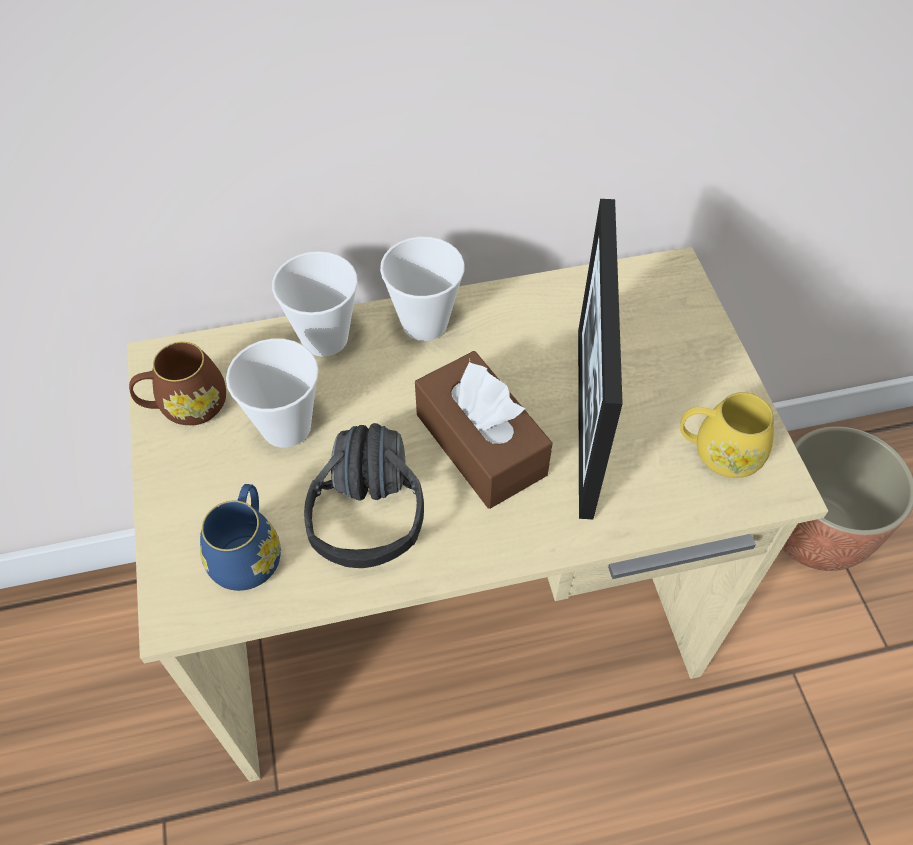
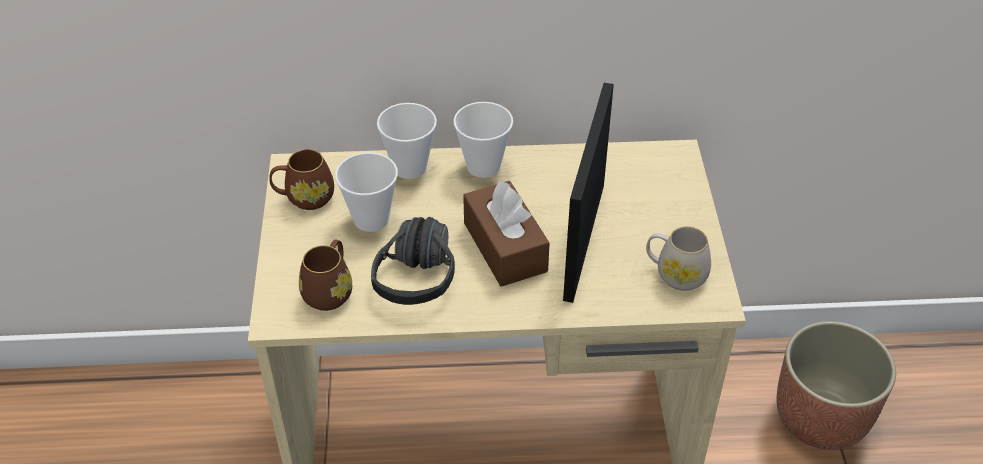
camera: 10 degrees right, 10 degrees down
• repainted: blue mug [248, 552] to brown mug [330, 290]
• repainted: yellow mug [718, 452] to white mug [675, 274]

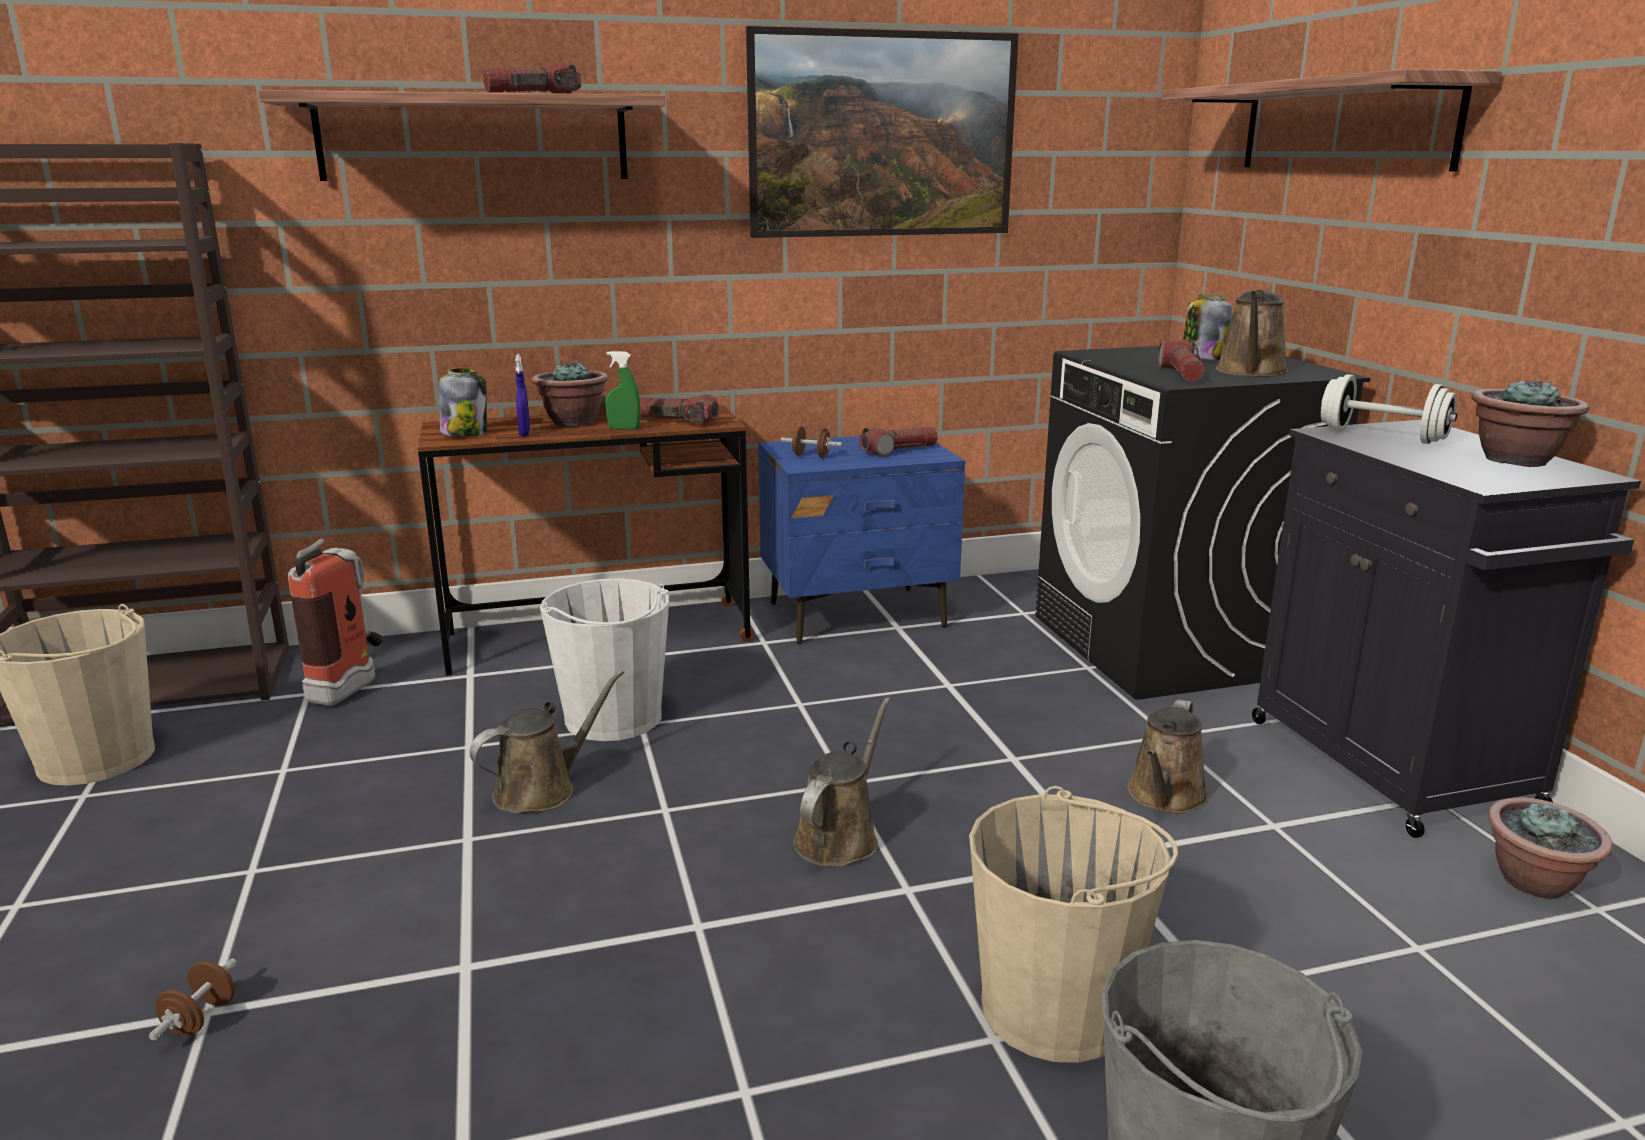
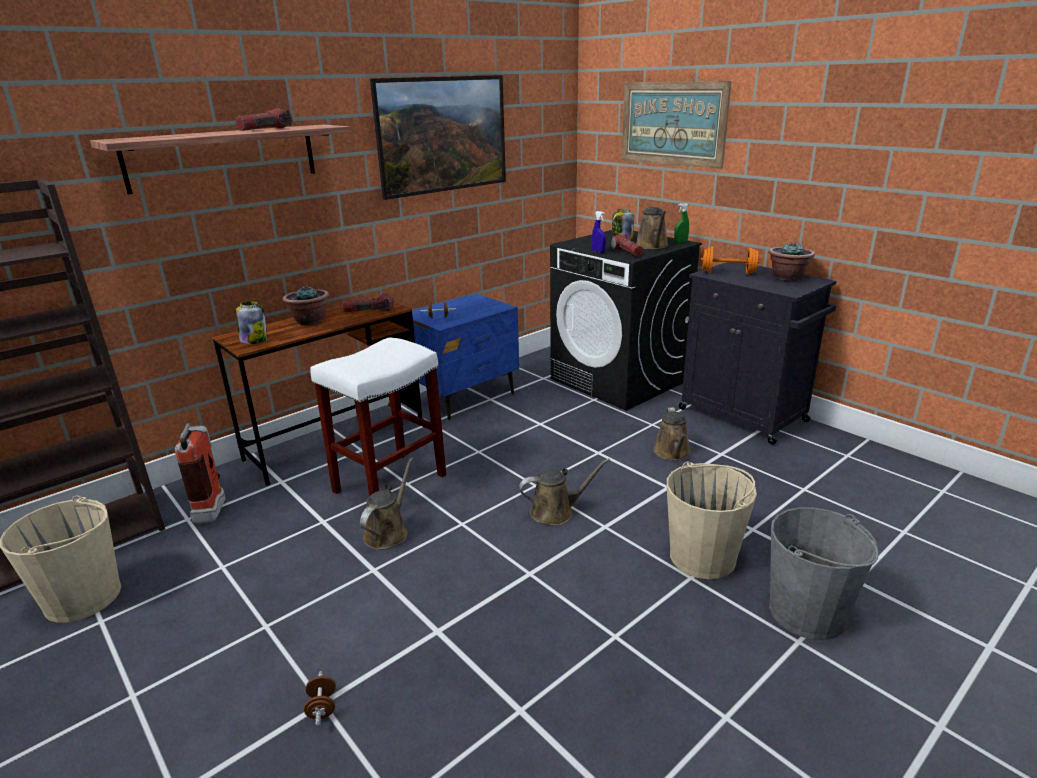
camera: 25 degrees left, 5 degrees up
• shifted: blue spray bottle [524, 433] to [598, 252]
• swapped: white bucket [613, 718] to white stool [389, 484]
• shifted: green spray bottle [624, 429] to [680, 242]
• rotated: brown watering can [840, 838] = [556, 512] 75 degrees clockwise
• gone: flashlight [899, 450]
• swapped: shelf [1345, 126] to picture [672, 123]
• repainted: white dumbbell [1382, 436] to orange dumbbell [728, 273]
• gone: potted plant [1535, 883]

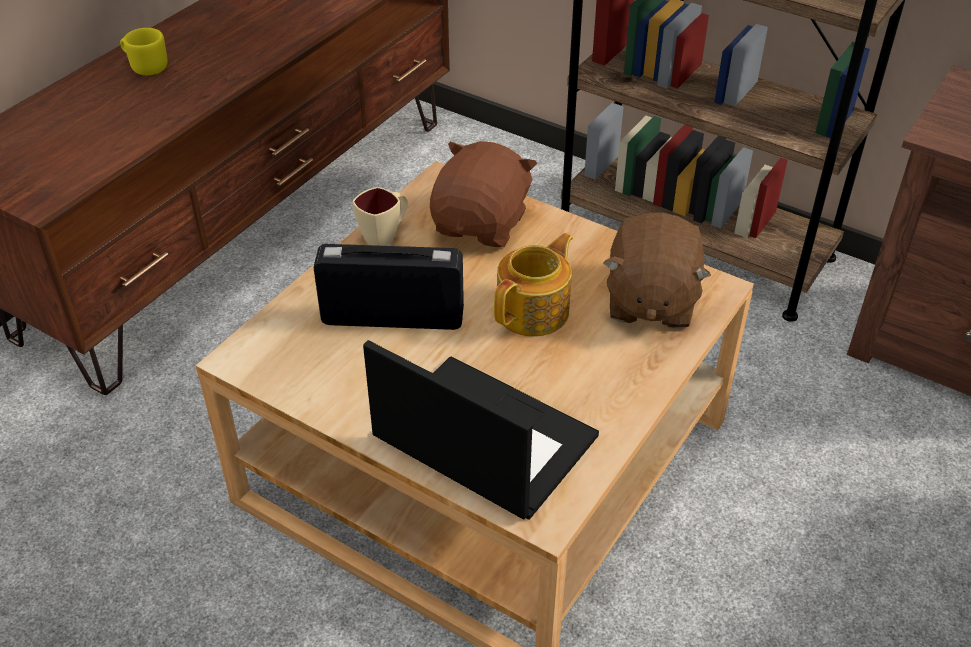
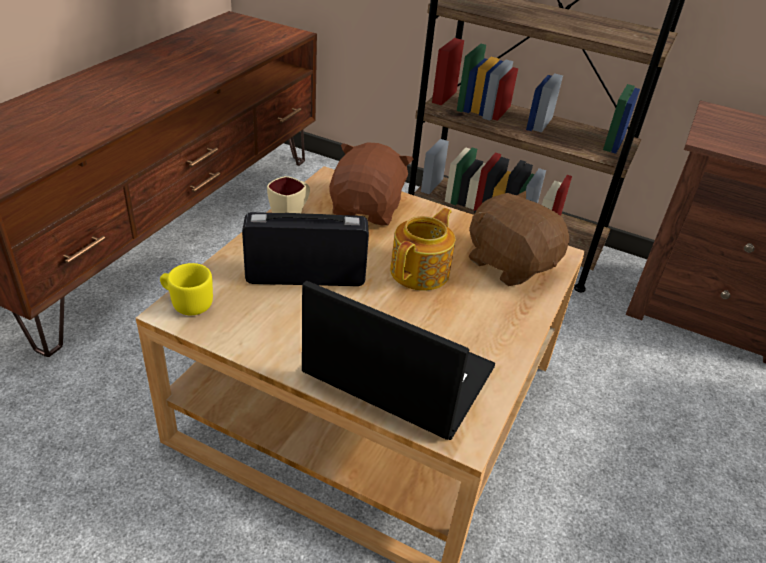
camera: 10 degrees left, 5 degrees down
• shifted: yellow mug [146, 67] to [187, 303]
• rotated: brown plush toy [650, 301] = [510, 263] 135 degrees clockwise

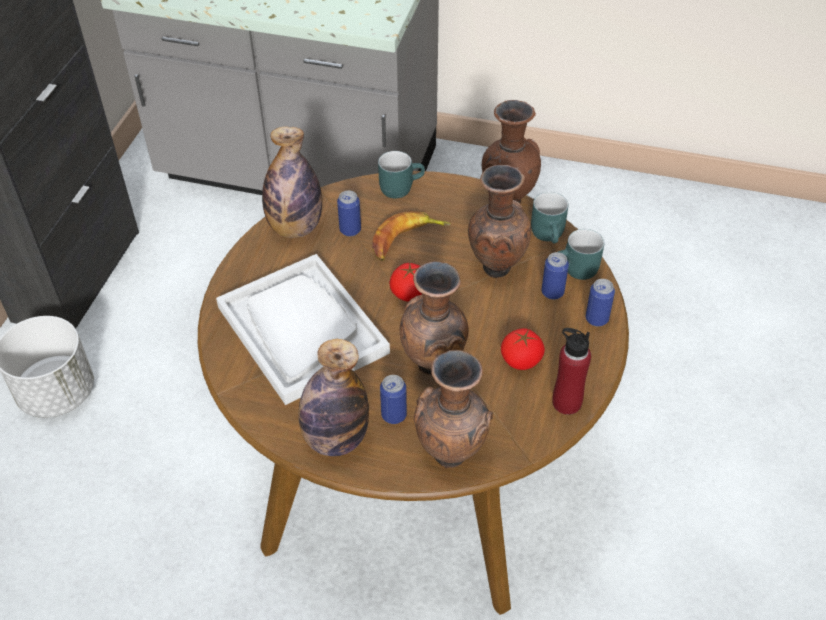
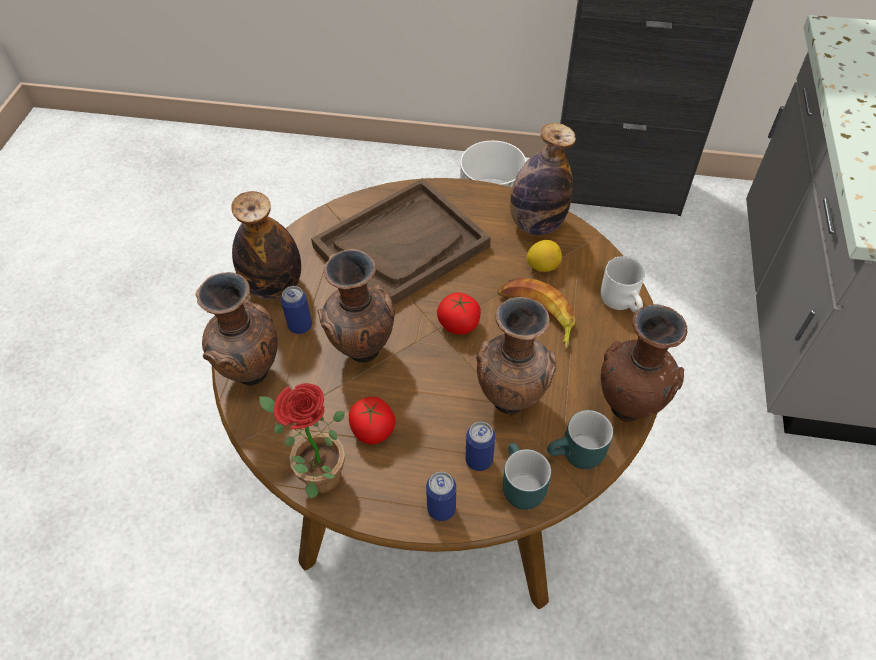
camera: 85 degrees right, 5 degrees up
• repainted: white tray [301, 329] to brown tray [401, 247]
• swapped: can [350, 230] to lemon [543, 266]
• repainted: turquoise mug [400, 186] to white mug [623, 301]
• swapped: red bottle [566, 402] to potted plant [315, 475]

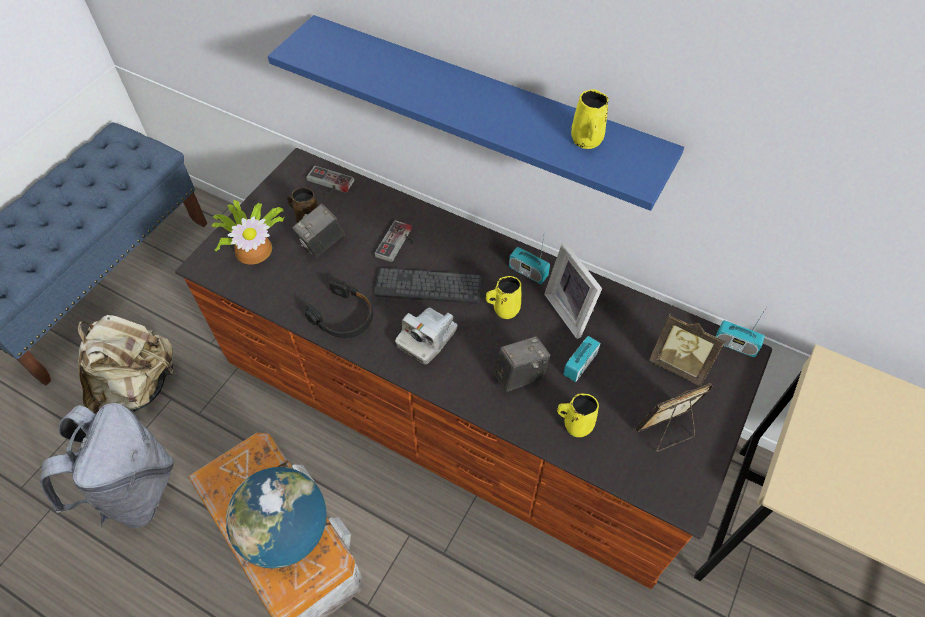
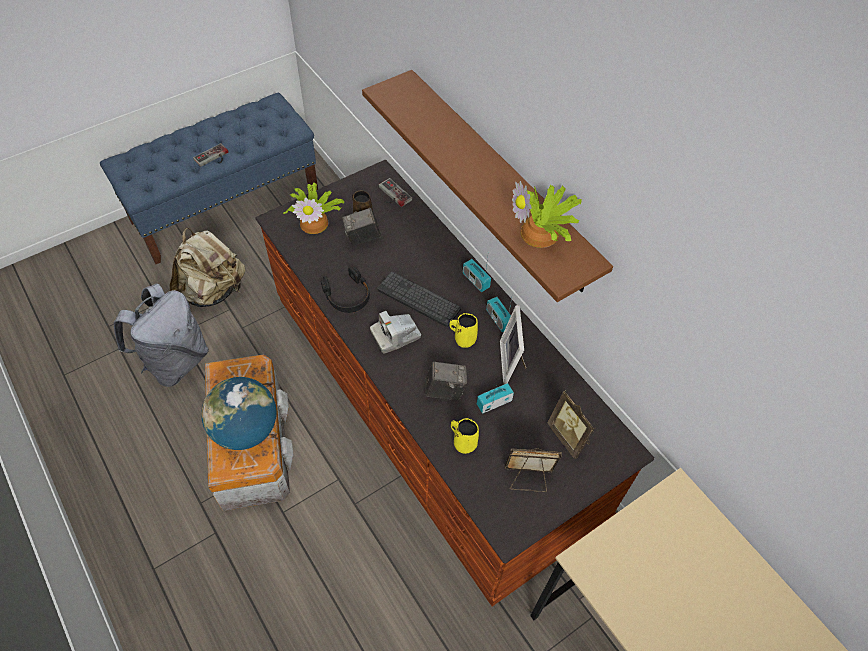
camera: 25 degrees right, 0 degrees up
• repainted: blue shelf [483, 107] to brown shelf [499, 180]
• shifted: game controller [398, 244] to [213, 158]
• swapped: yellow mug [586, 141] to potted plant [542, 233]
• shifted: radio [735, 345] to [476, 280]

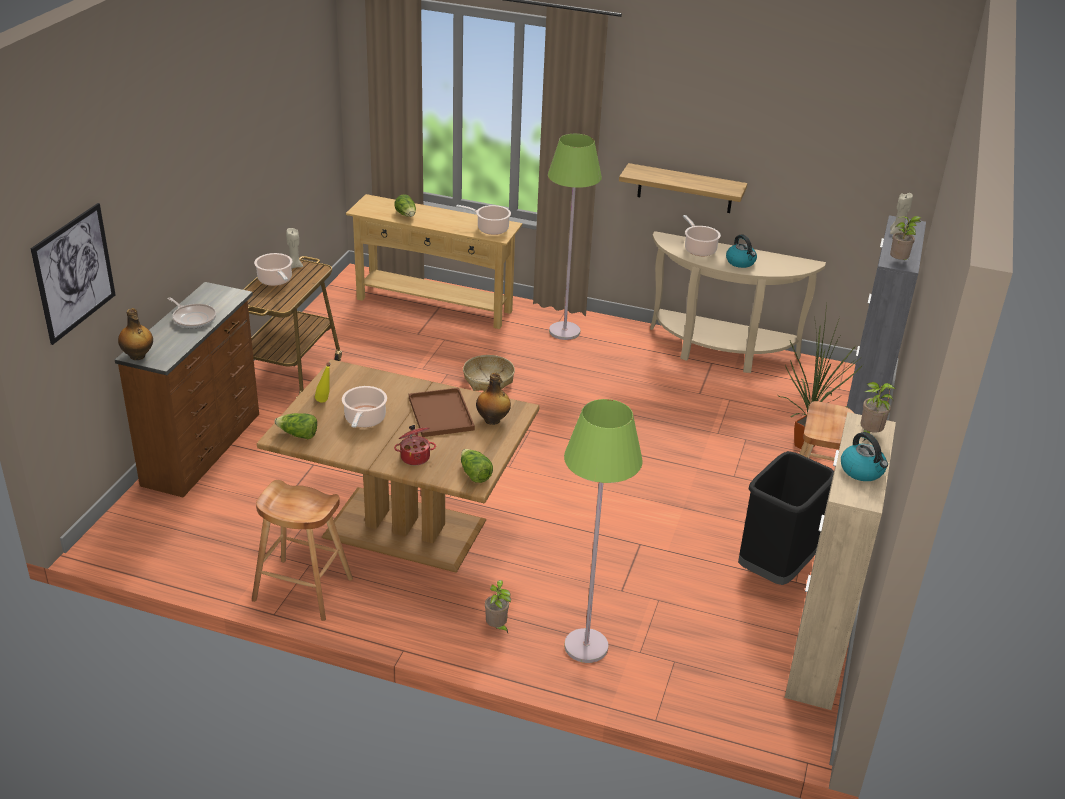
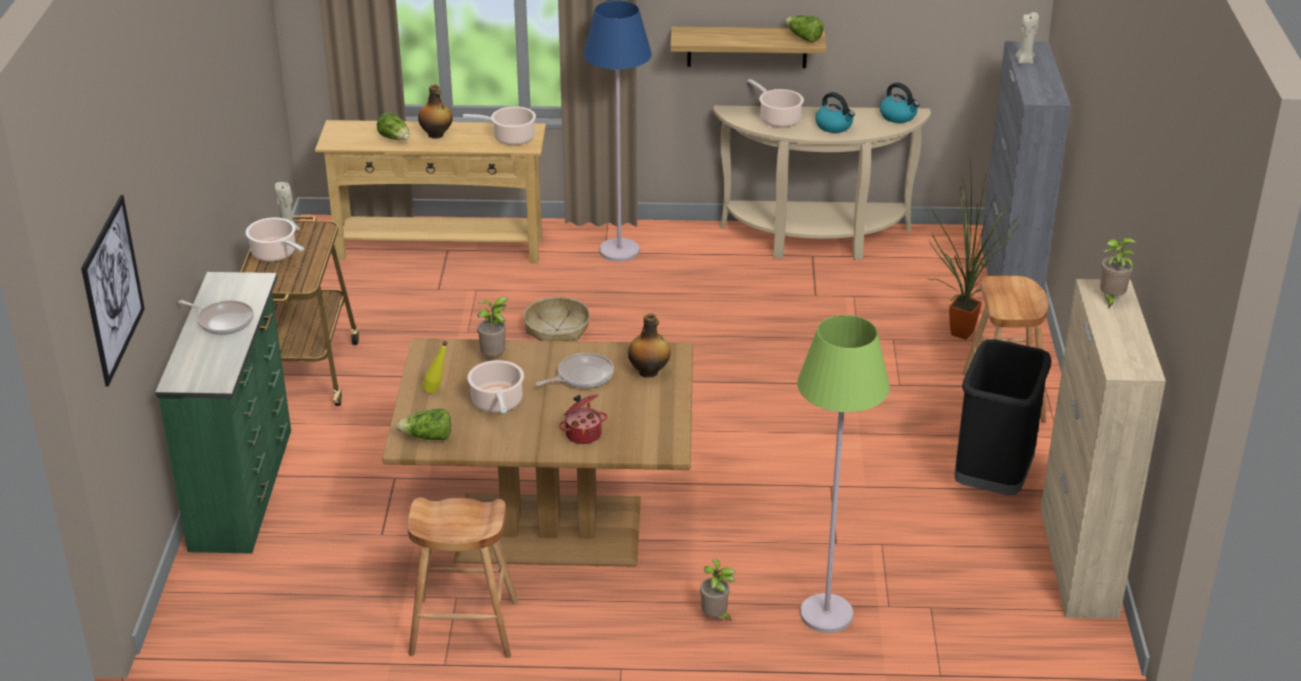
camera: 15 degrees left, 0 degrees up
• repainted: brown dresser [204, 448] to green dresser [245, 488]
• shifted: bottle [138, 356] to [436, 135]
• swapped: brown tray [439, 413] to frying pan [582, 376]
• shifted: lettuce [474, 474] to [803, 38]
• repainted: green floor lamp [565, 331] to blue floor lamp [619, 251]
• shifted: kettle [862, 471] to [898, 116]
• shifted: potted plant [899, 262] to [495, 357]

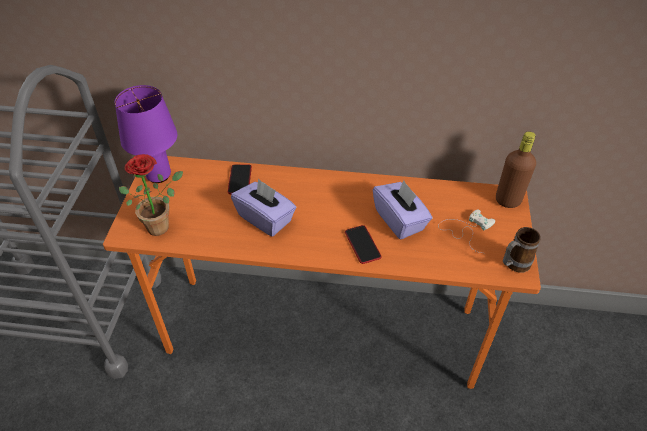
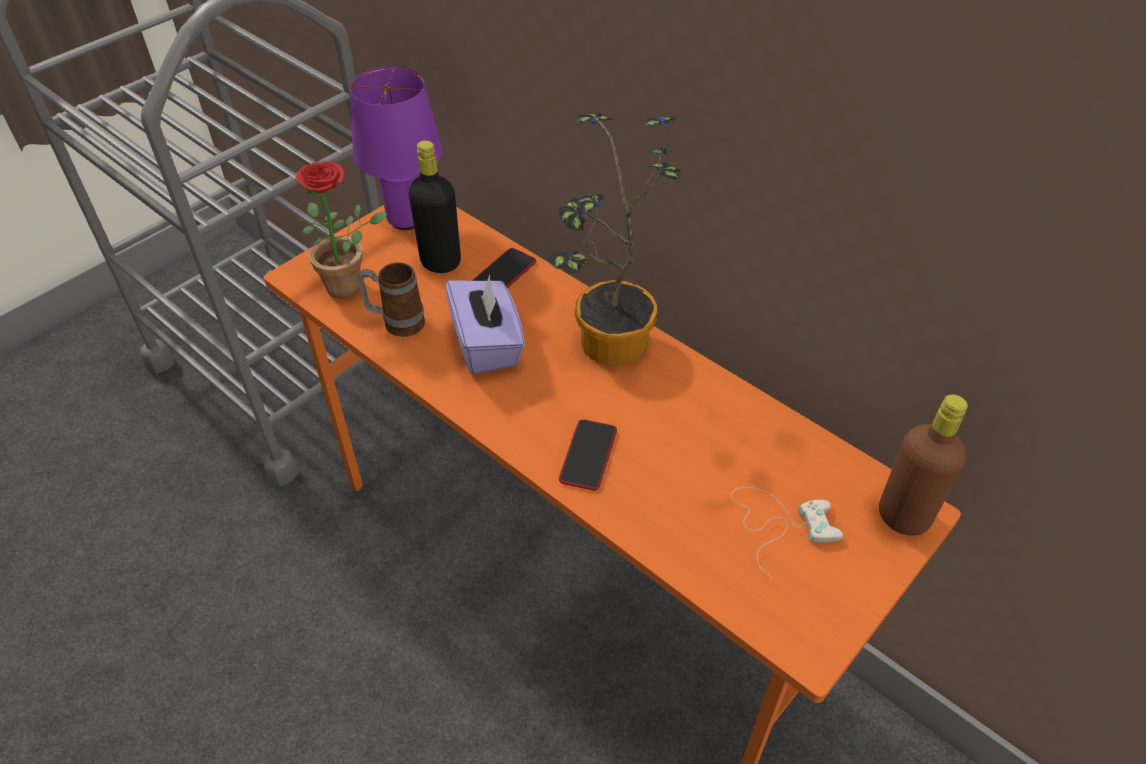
camera: 35 degrees right, 0 degrees up
• gone: purple tissue box [400, 220]
• shifted: mug [513, 265] to [396, 323]
• new: black bottle [441, 262]
• new: potted plant [606, 348]

